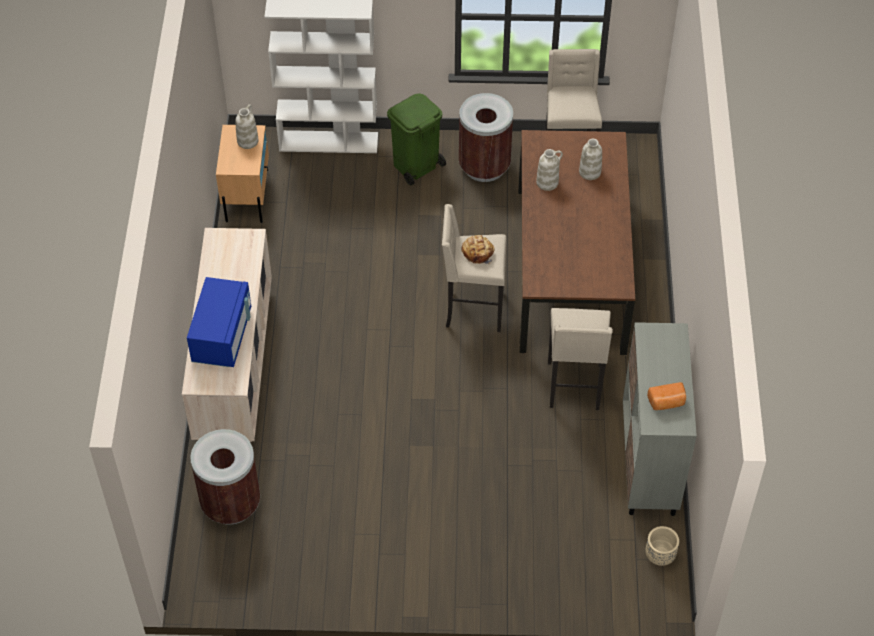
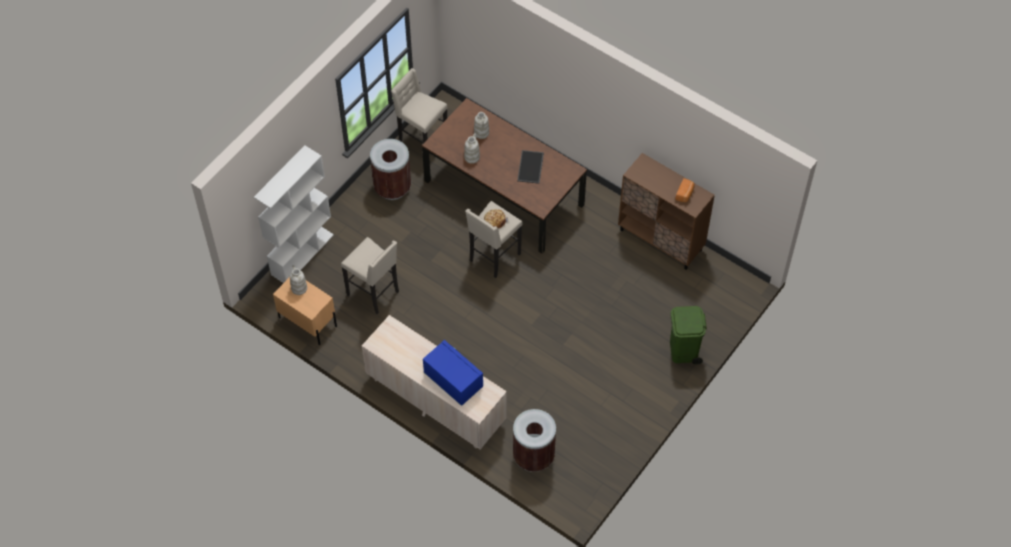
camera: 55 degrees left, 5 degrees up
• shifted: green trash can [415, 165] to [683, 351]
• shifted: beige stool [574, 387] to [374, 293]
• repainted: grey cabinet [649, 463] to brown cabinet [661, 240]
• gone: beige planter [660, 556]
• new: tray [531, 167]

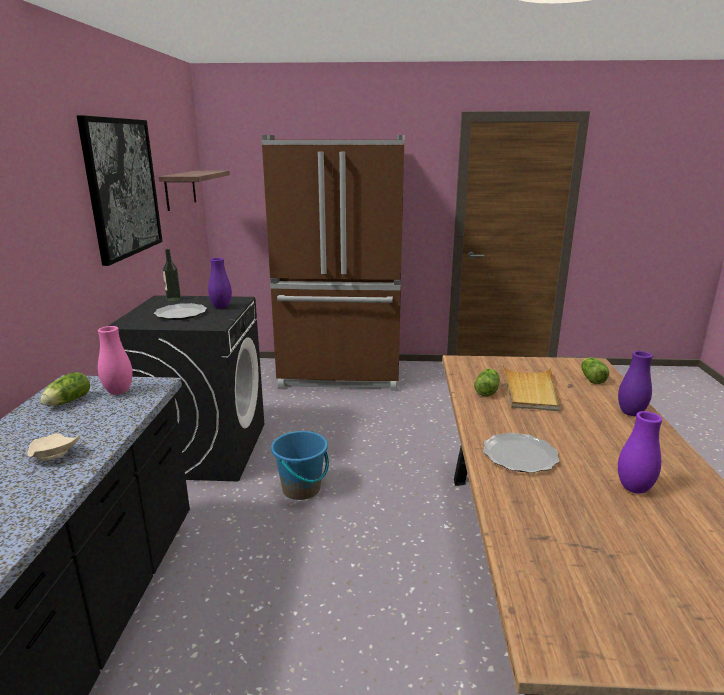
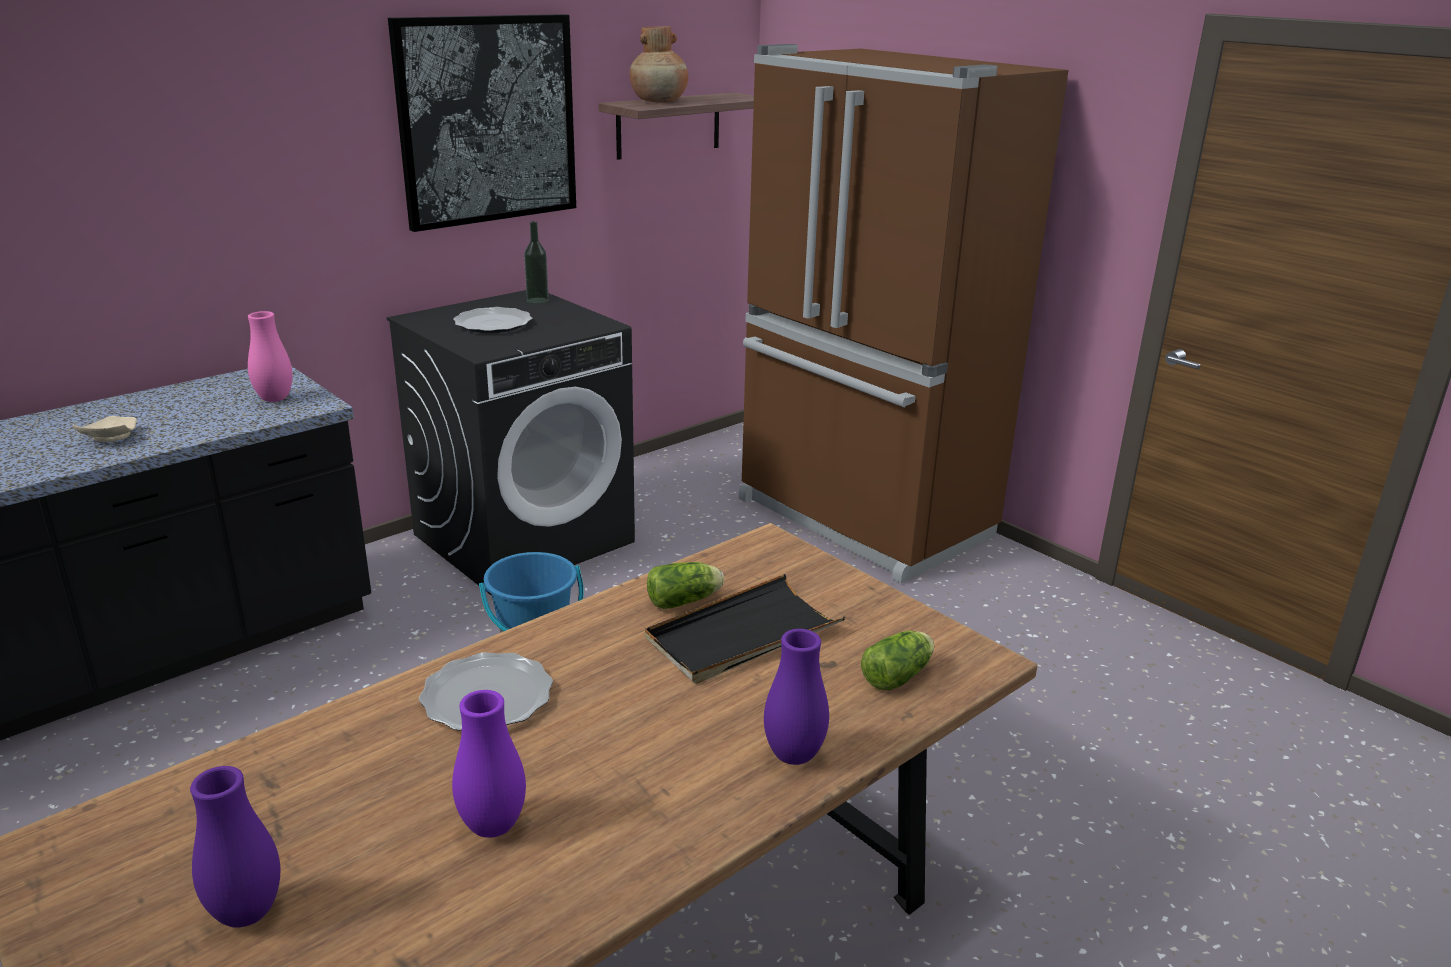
camera: 45 degrees right, 5 degrees up
• gone: lettuce [66, 402]
• shifted: purple vase [221, 307] to [246, 913]
• repainted: beige tray [529, 390] to black tray [742, 635]
• new: brown vase [659, 102]

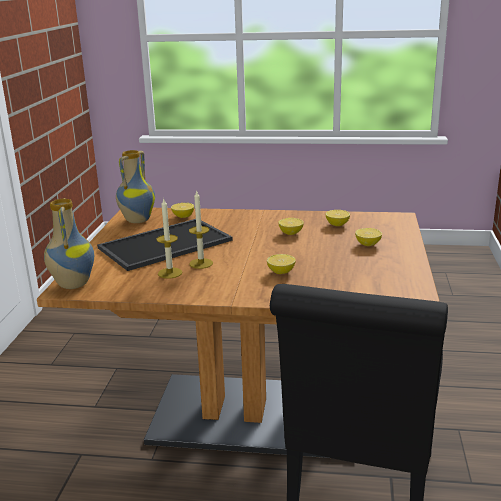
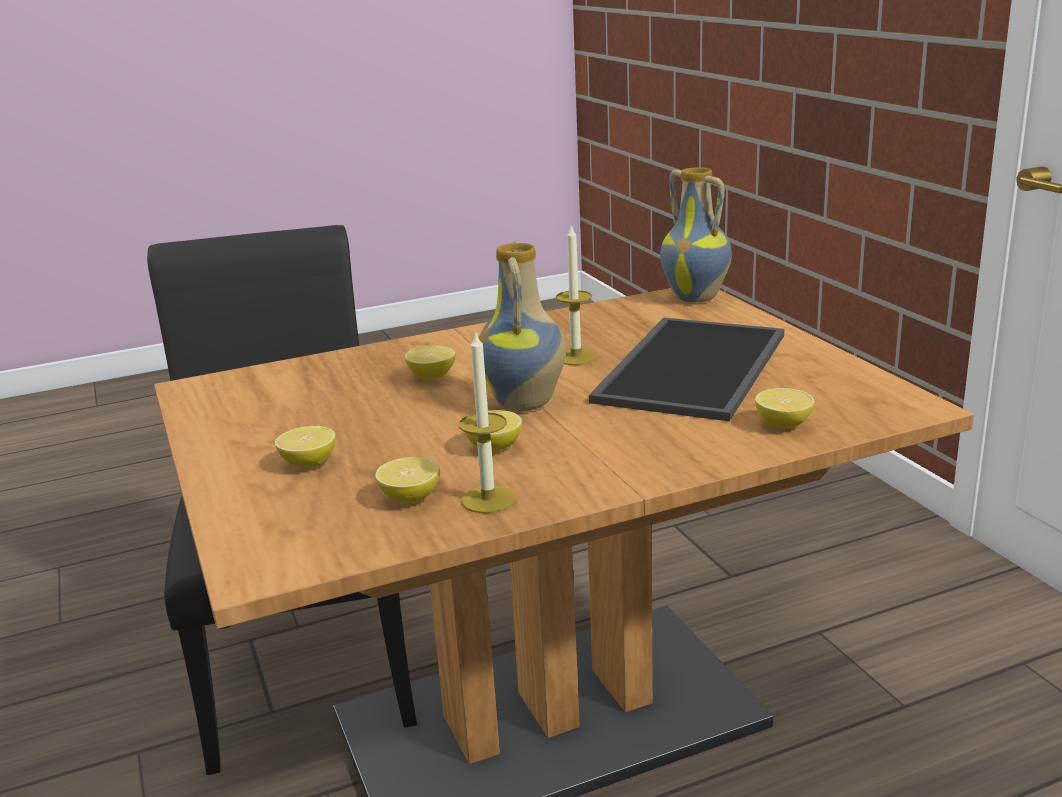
camera: 150 degrees right, 0 degrees up
• shifted: vase [137, 220] to [526, 404]
• shifted: candle [170, 273] to [488, 499]

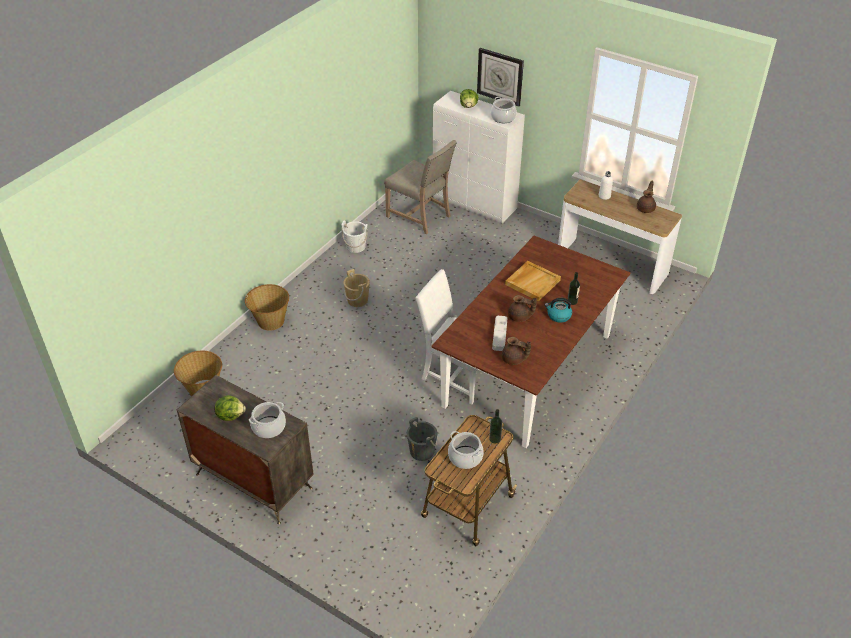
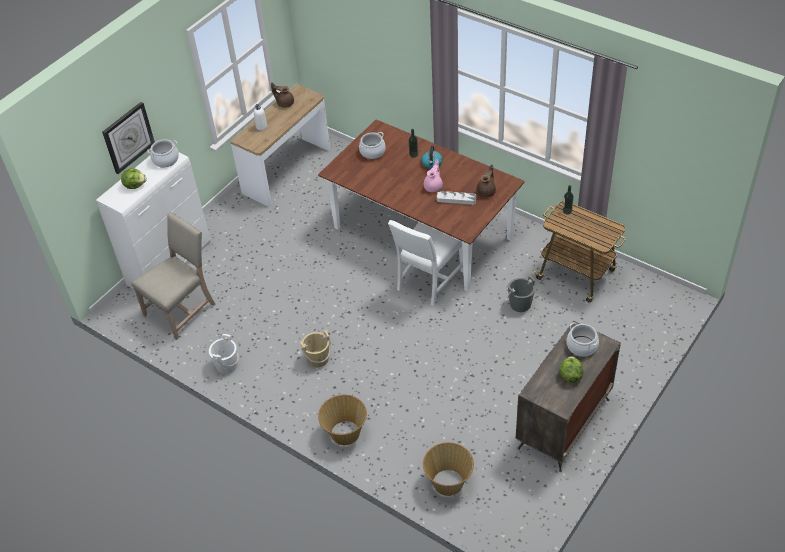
camera: 85 degrees left, 5 degrees up
• shifted: cooking pot [465, 457] to [372, 152]
• gone: beige tray [532, 282]
• repainted: brown teapot [519, 317] to pink teapot [433, 186]

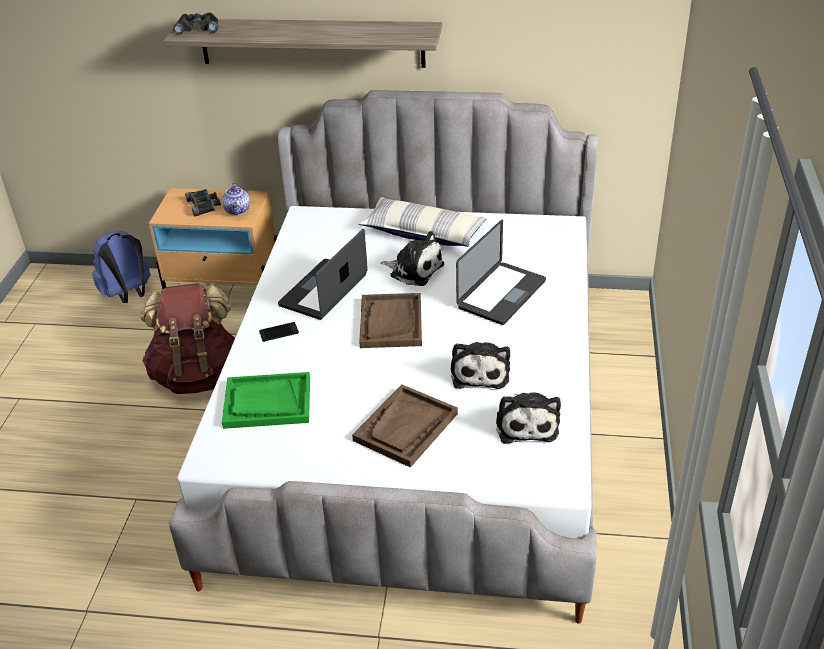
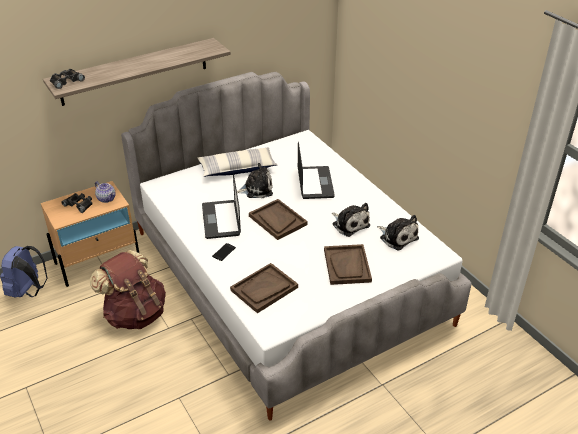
camera: 40 degrees left, 0 degrees up
• repainted: green tray [267, 402] to brown tray [264, 289]

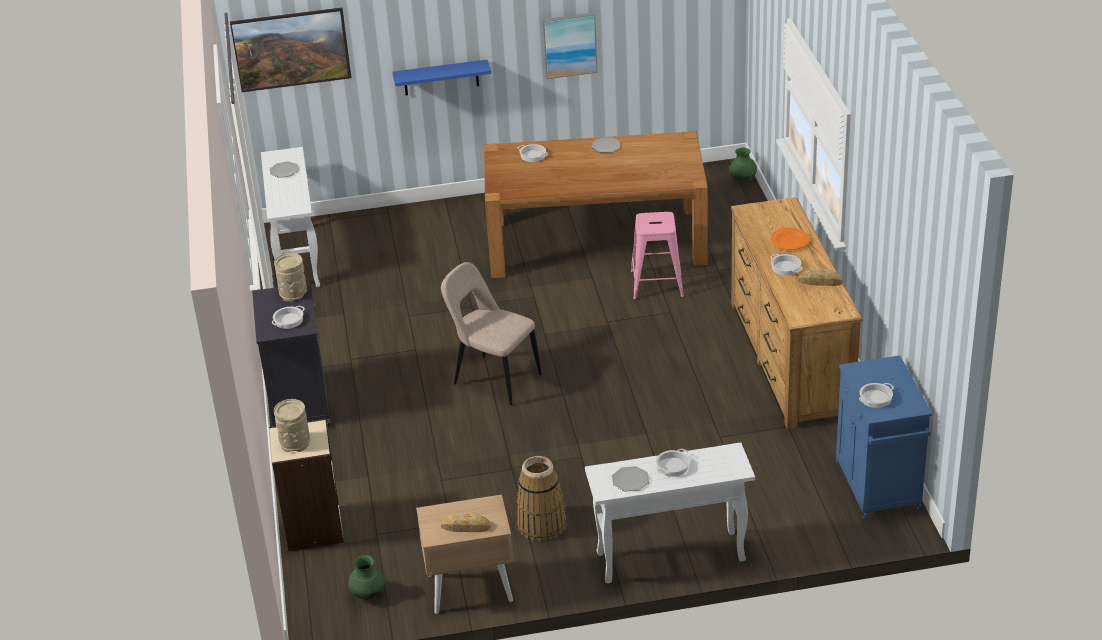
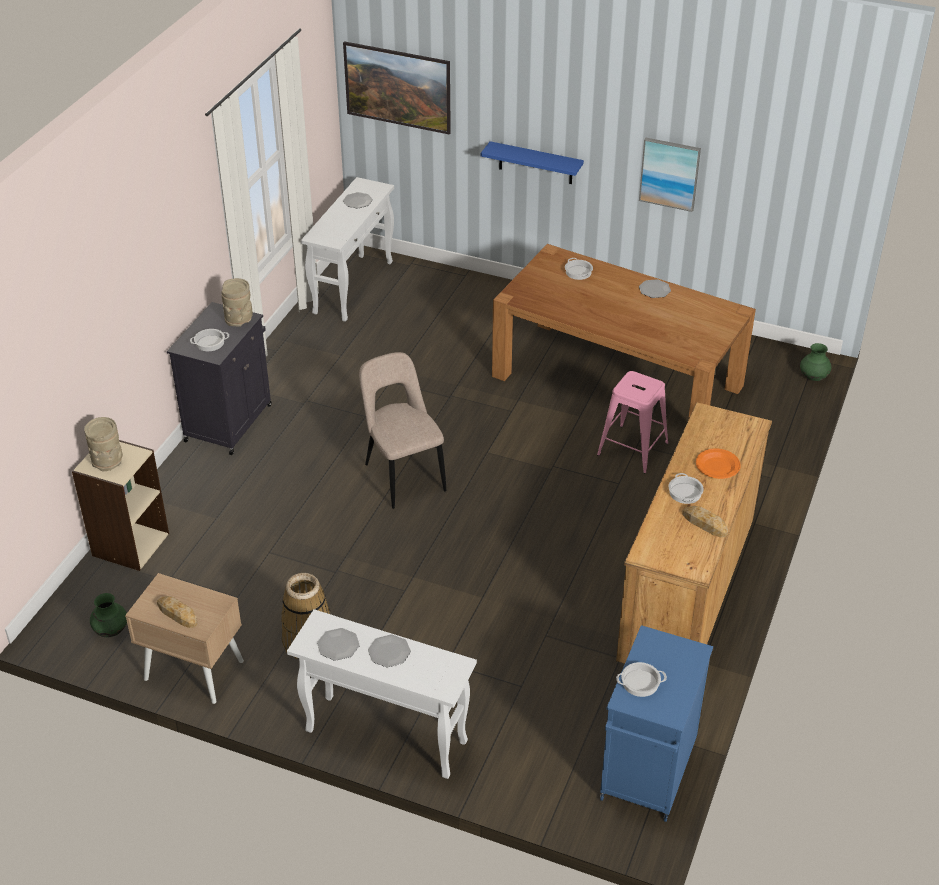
camera: 30 degrees right, 5 degrees up
• swapped: cooking pot [672, 467] to plate [389, 652]

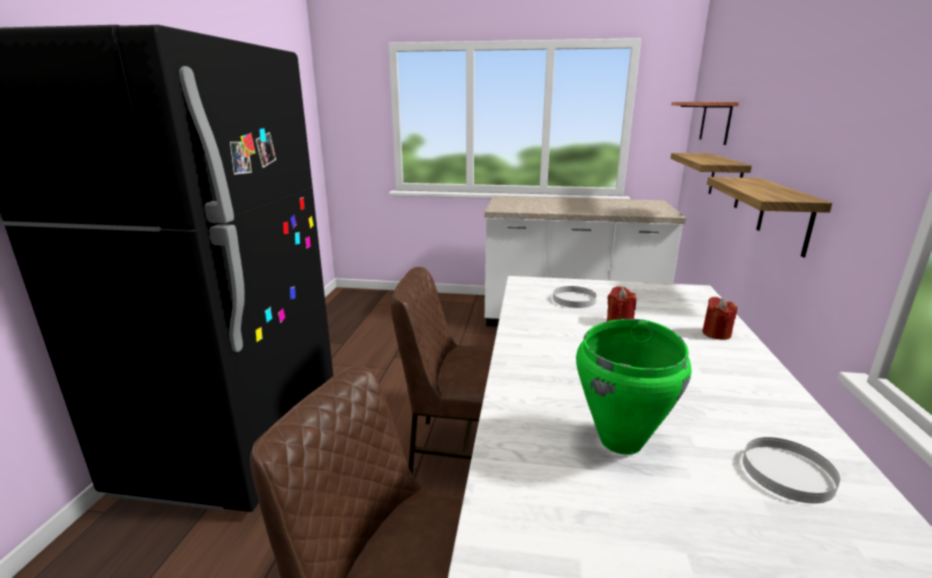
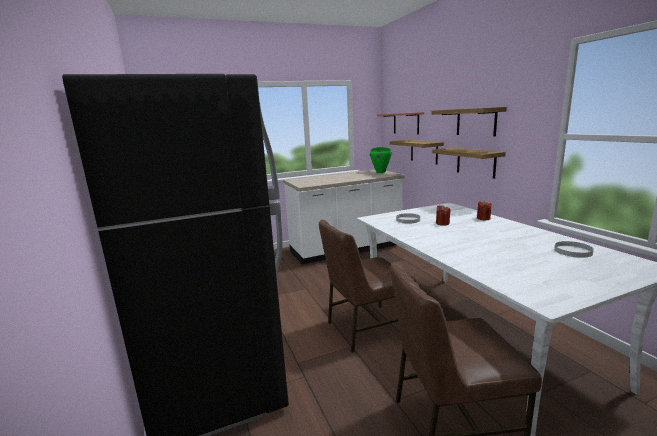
camera: 30 degrees left, 5 degrees down
• shifted: green cooking pot [622, 440] to [380, 172]
• new: shelf [476, 122]

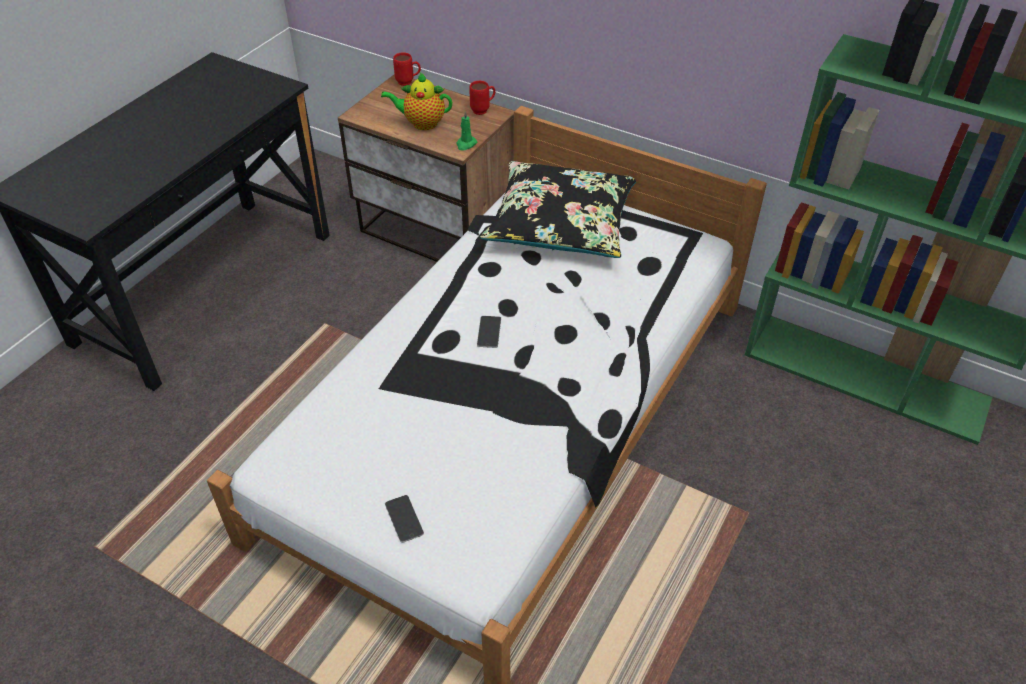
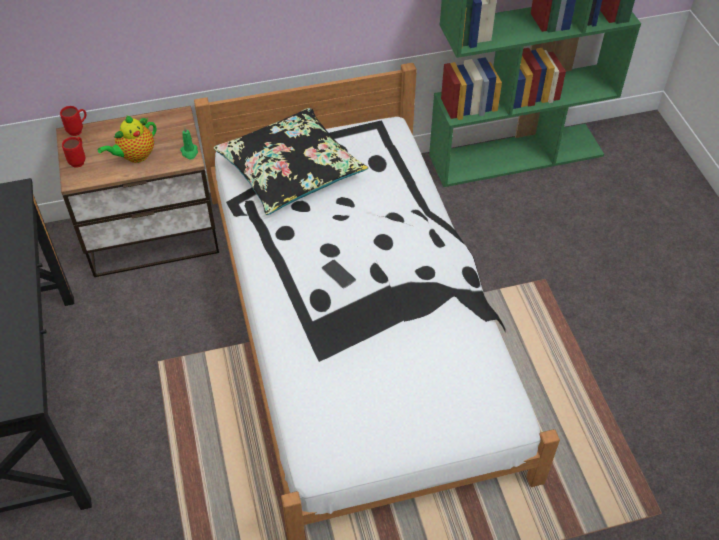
camera: 45 degrees left, 5 degrees up
• gone: phone [404, 518]
• shifted: red mug [483, 110] to [79, 160]

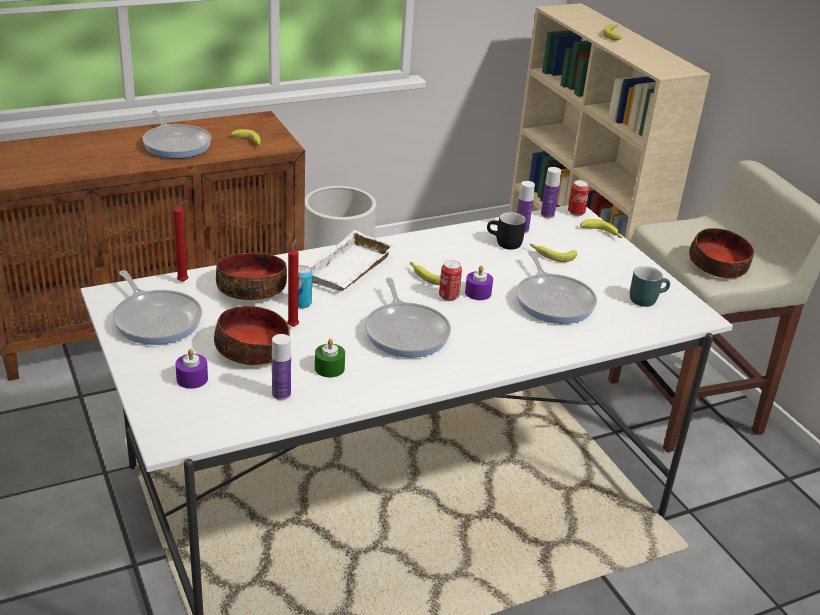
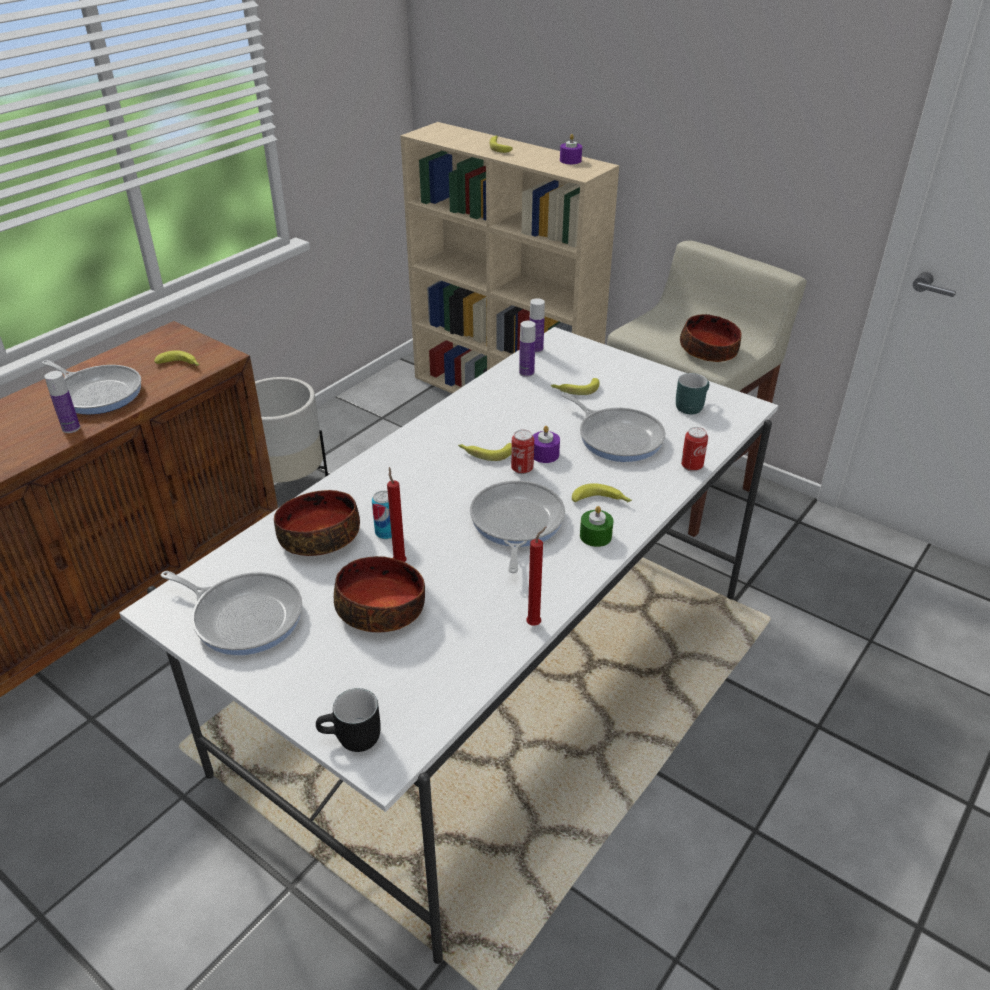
camera: 25 degrees left, 5 degrees up
• shifted: red candle [184, 281] to [535, 623]
• shifted: purple candle [192, 379] to [570, 160]
• shifted: bottle [281, 394] to [71, 428]
• gone: white tray [350, 270]
• shifted: green candle [329, 368] to [595, 536]
• rotated: frying pan [406, 332] = [516, 524] 135 degrees counterclockwise
• shifted: black mug [504, 244] to [352, 740]
• shifted: can [576, 213] to [691, 466]
• shifted: banana [602, 234] to [602, 501]

